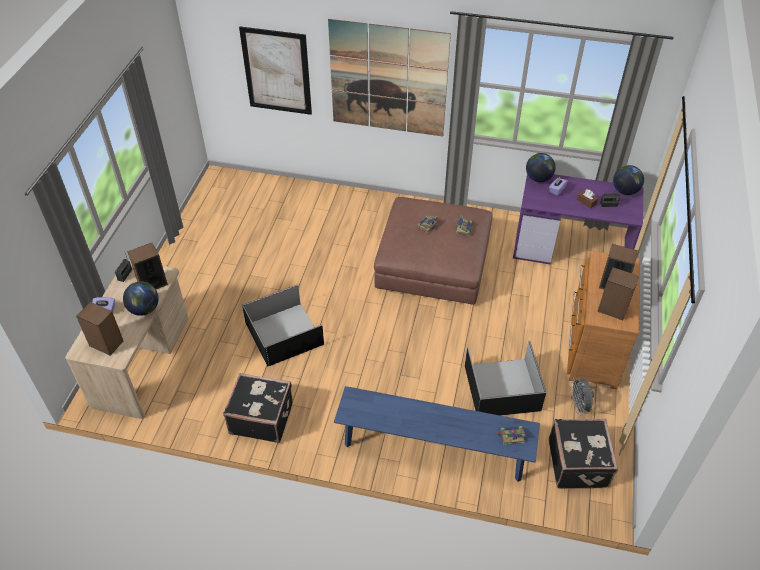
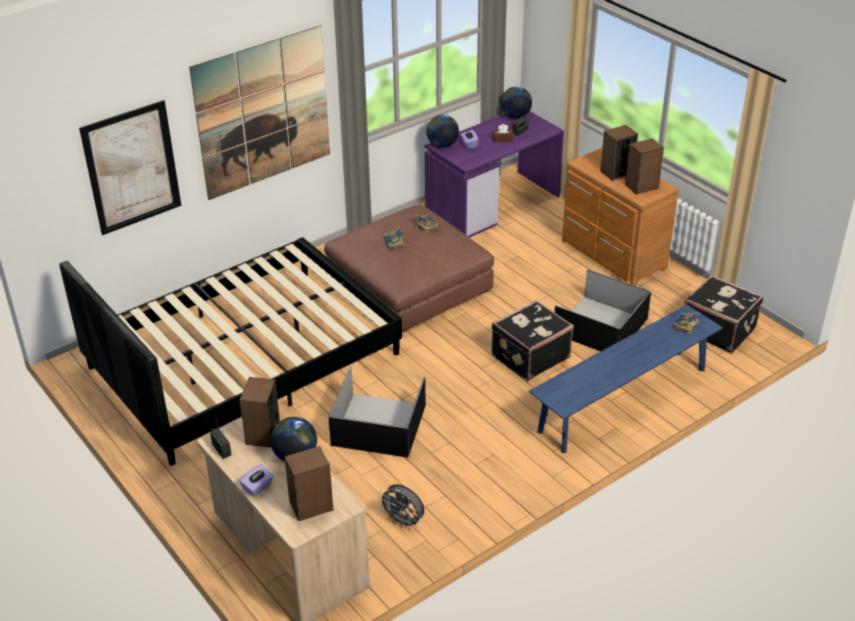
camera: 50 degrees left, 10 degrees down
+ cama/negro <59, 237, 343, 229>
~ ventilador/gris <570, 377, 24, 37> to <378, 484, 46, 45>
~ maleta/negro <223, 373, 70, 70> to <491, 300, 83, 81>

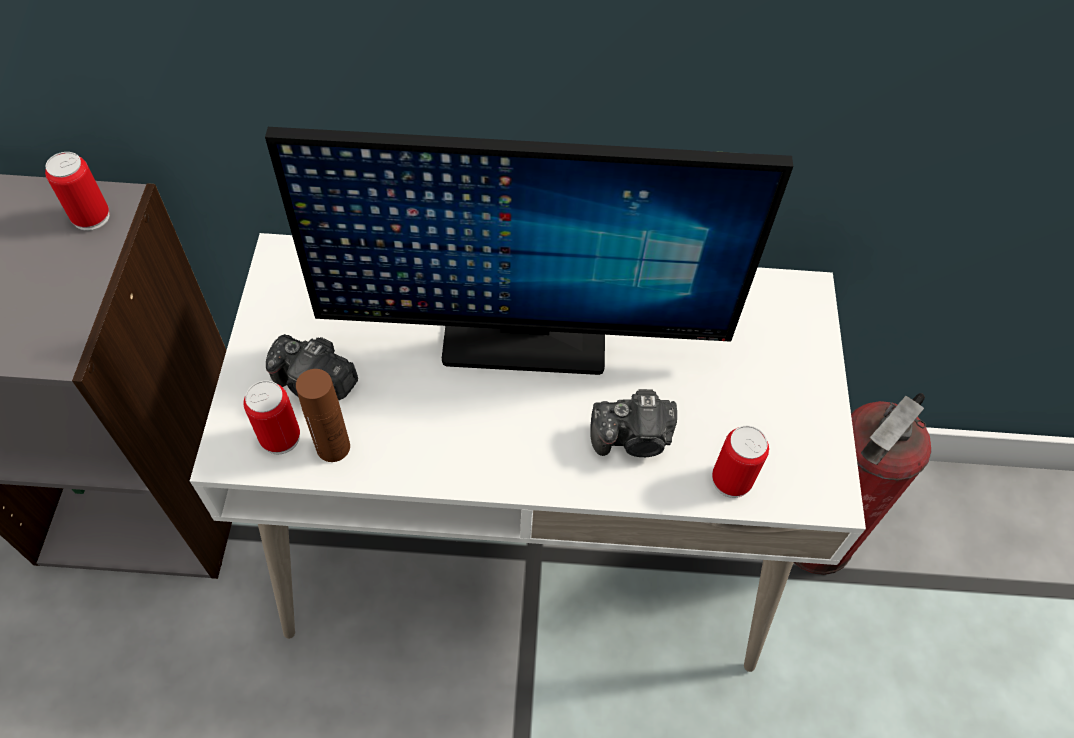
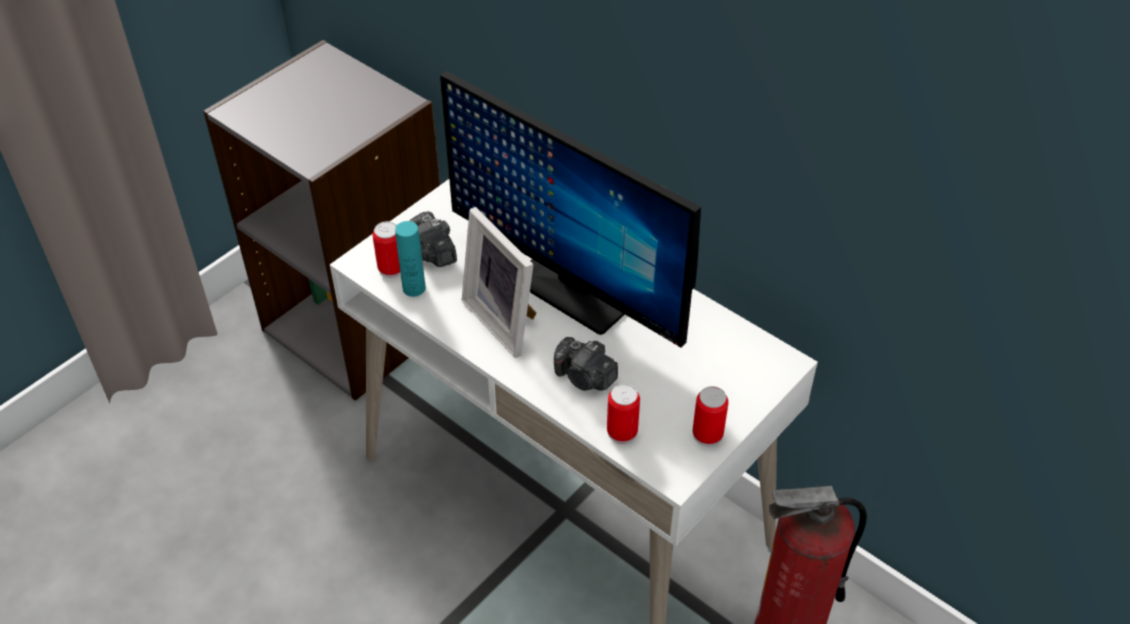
camera: 40 degrees right, 10 degrees down
~ botella/marrón <296, 369, 54, 93> to botella/turquesa <395, 221, 31, 76>
+ portarretratos <462, 207, 75, 151>
~ lata <45, 152, 65, 79> to <693, 386, 35, 60>

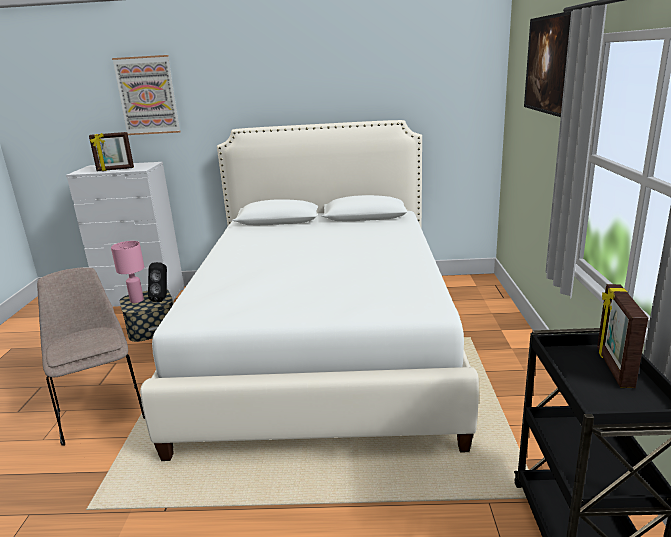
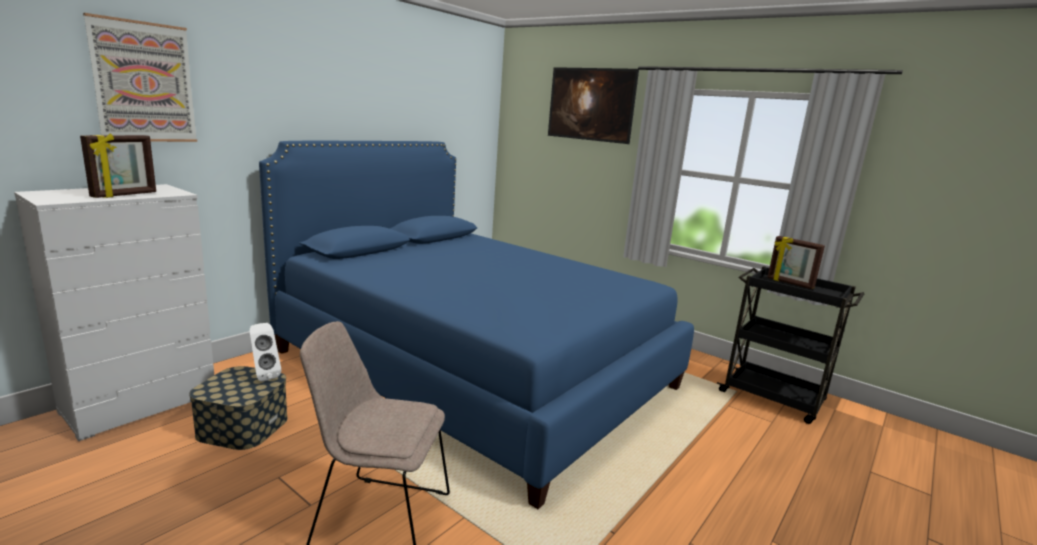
camera: 55 degrees left, 5 degrees down
~ altavoz/negro <148, 262, 19, 40> to altavoz/blanco <250, 323, 31, 59>
~ cama/blanco <140, 120, 339, 341> to cama/azul <259, 141, 435, 368>
- lámpara de mesa/rosa <111, 241, 33, 62>

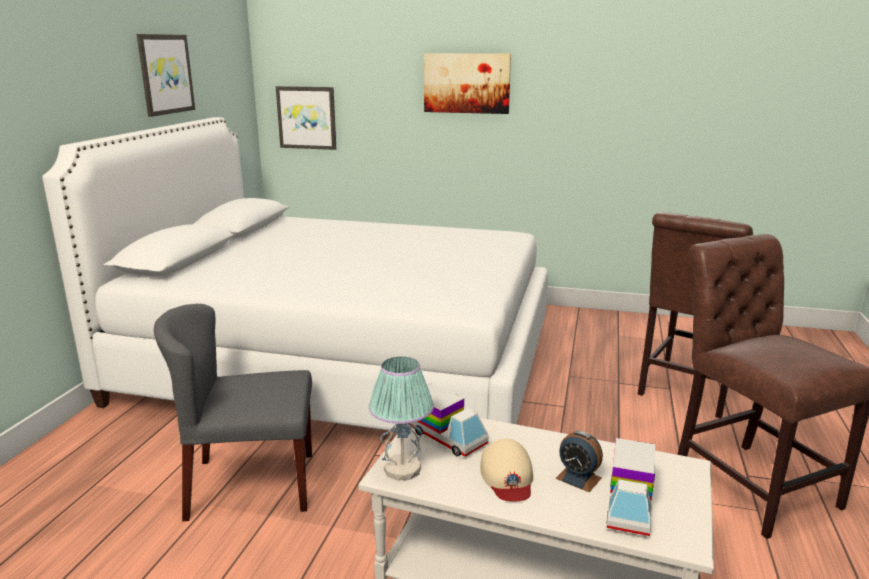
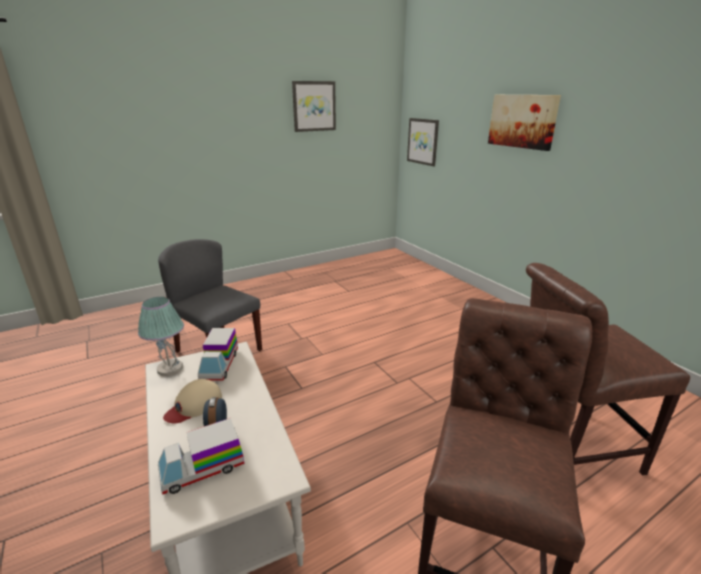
camera: 45 degrees right, 5 degrees up
- cama/blanco <42, 117, 506, 314>

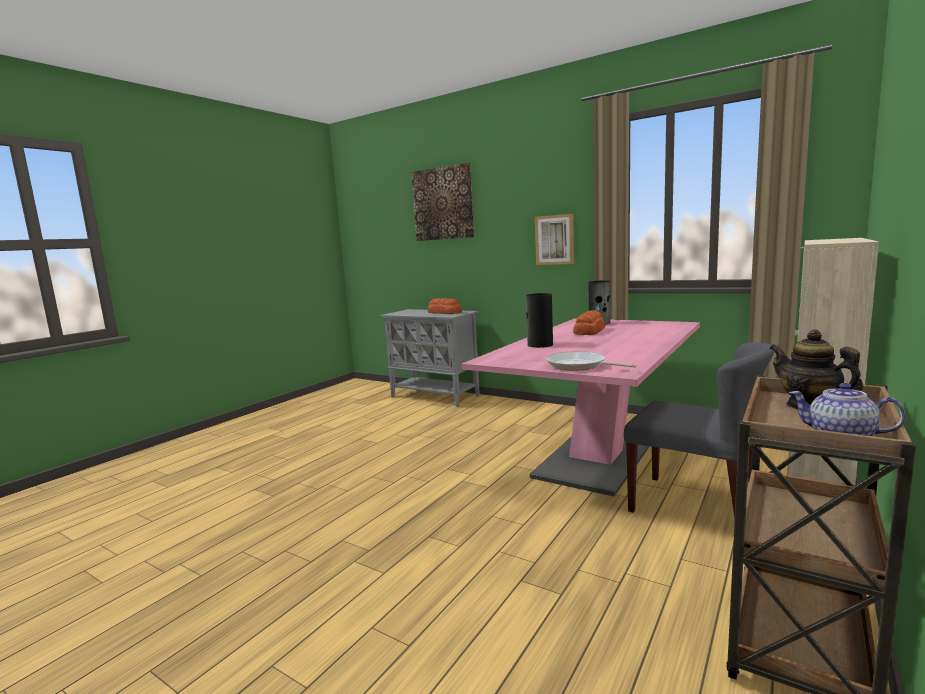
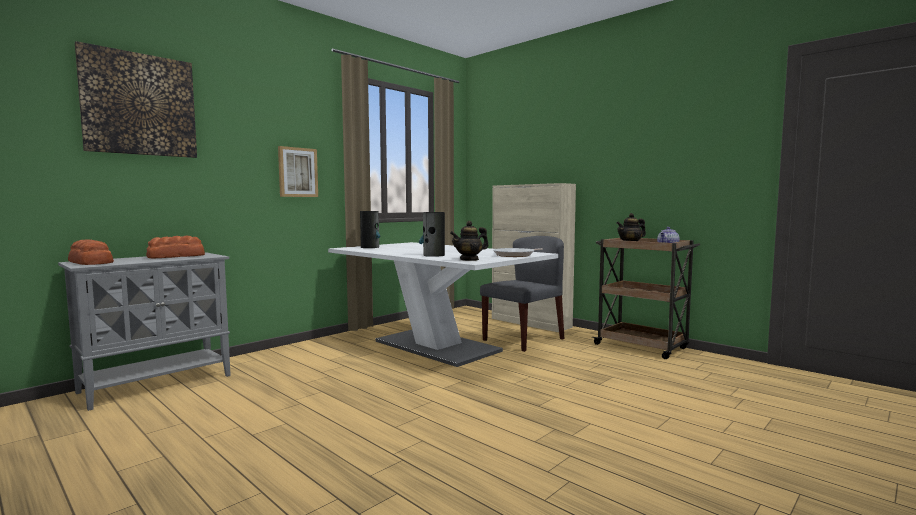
camera: 80 degrees left, 5 degrees down
~ pan <573, 310, 32, 25> to <68, 239, 46, 26>
~ mesa de comedor/rosa <462, 318, 238, 178> to mesa de comedor/blanco <328, 242, 230, 125>
+ tetera <450, 221, 39, 40>

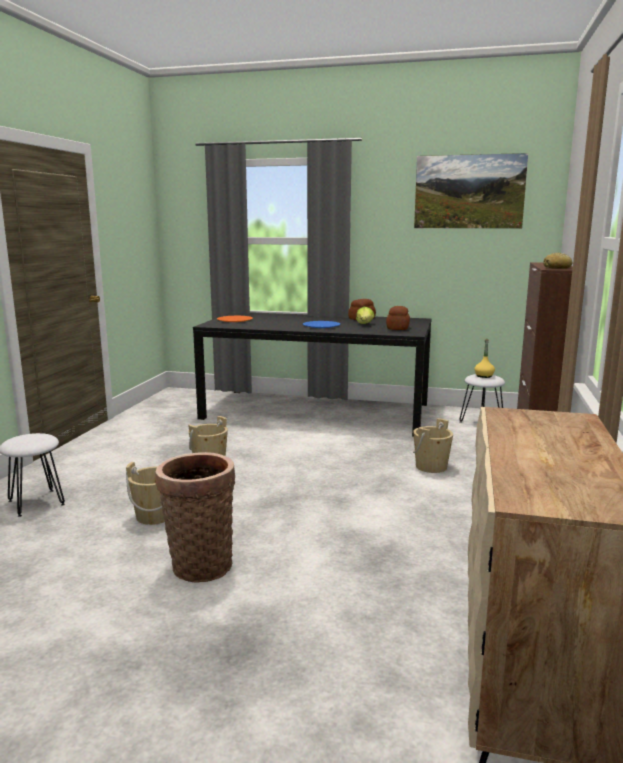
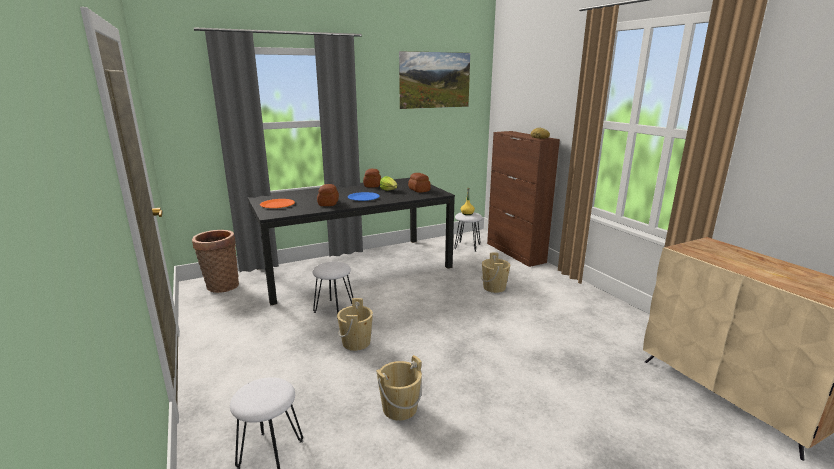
camera: 40 degrees left, 5 degrees up
~ cesta <155, 452, 80, 131> to <192, 230, 47, 63>
+ taburete/blanco <313, 262, 40, 52>
+ pan <317, 184, 22, 22>

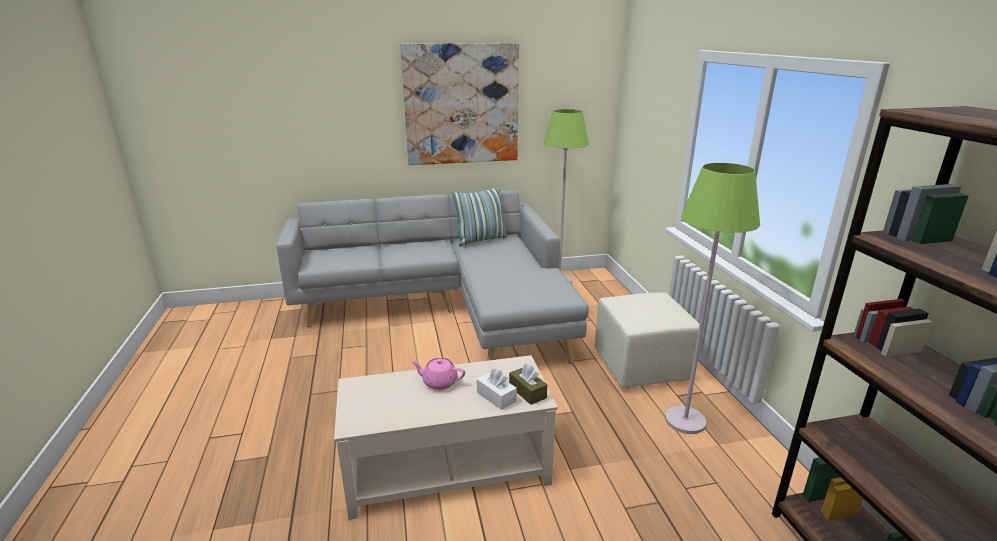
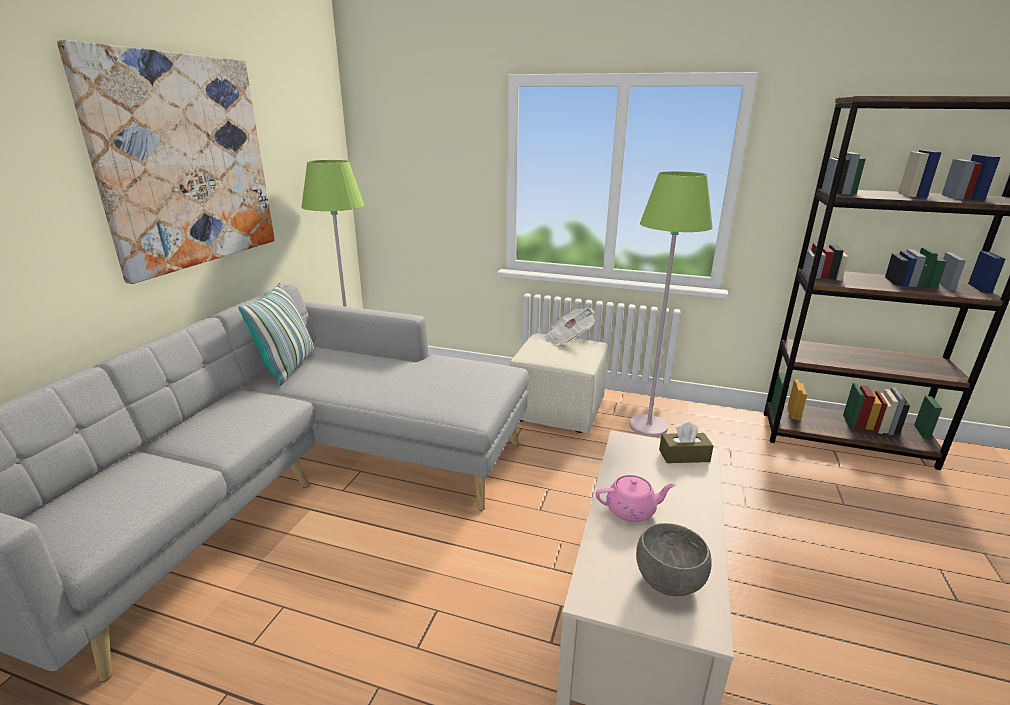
camera: 60 degrees left, 0 degrees up
+ periódico <542, 308, 53, 37>
~ tetera/rosa <411, 358, 54, 32> = <596, 475, 79, 47> 135 degrees counterclockwise
+ cuenco/gris <636, 523, 76, 73>
- caja de pañuelos/blanco <477, 369, 40, 41>

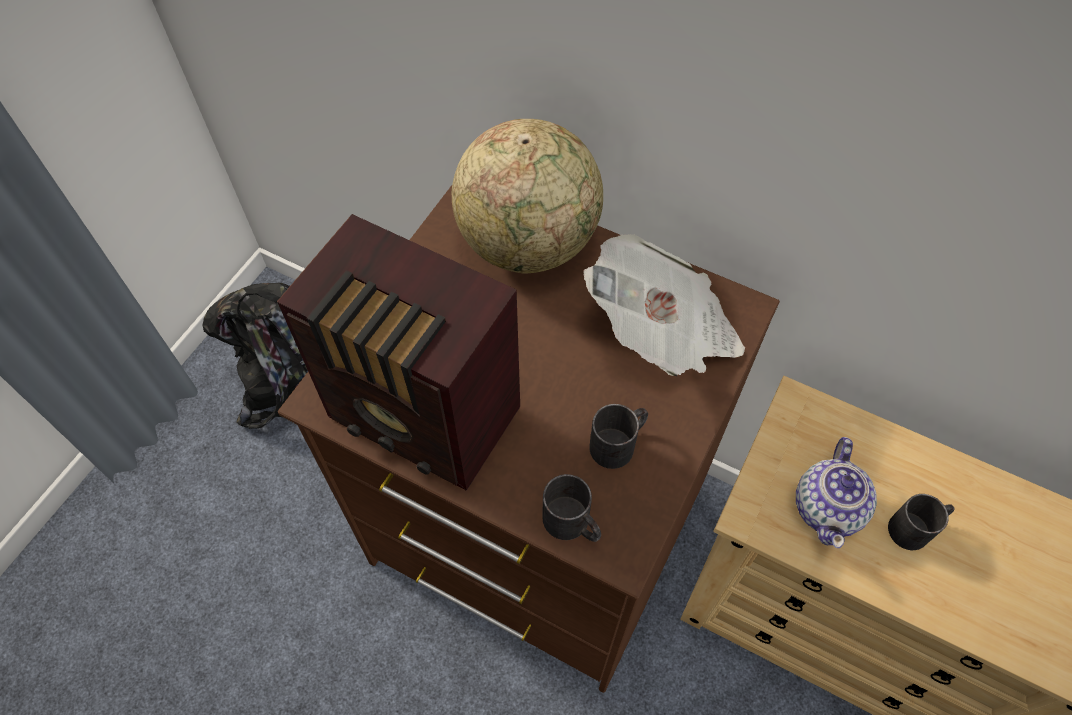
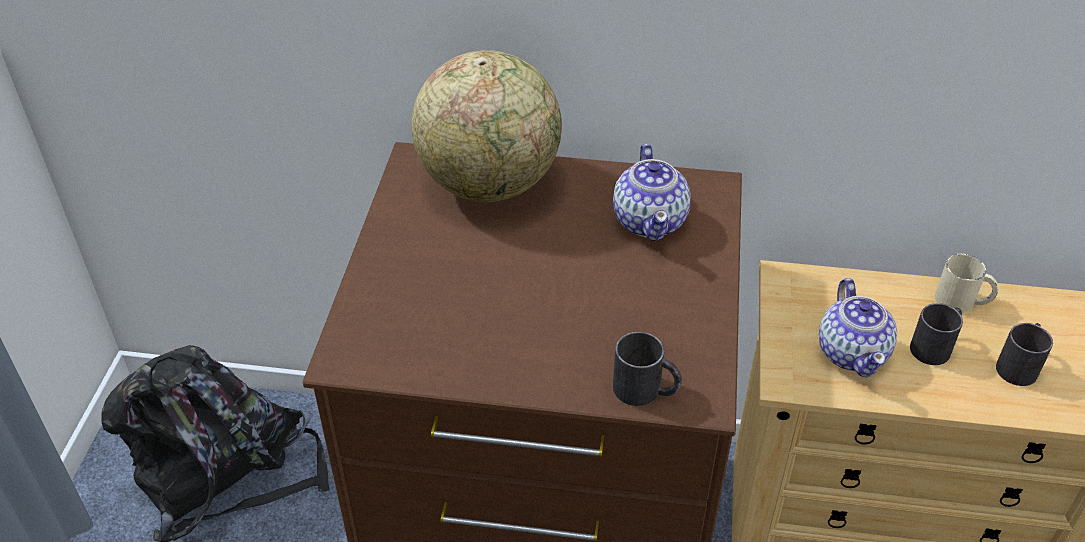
camera: 20 degrees left, 15 degrees down
~ periódico <584, 234, 161, 142> to tetera <613, 144, 78, 97>
+ taza grande/beis <935, 254, 63, 59>
~ taza grande/negro <589, 404, 59, 65> to <996, 323, 57, 63>
- radio <277, 214, 243, 277>

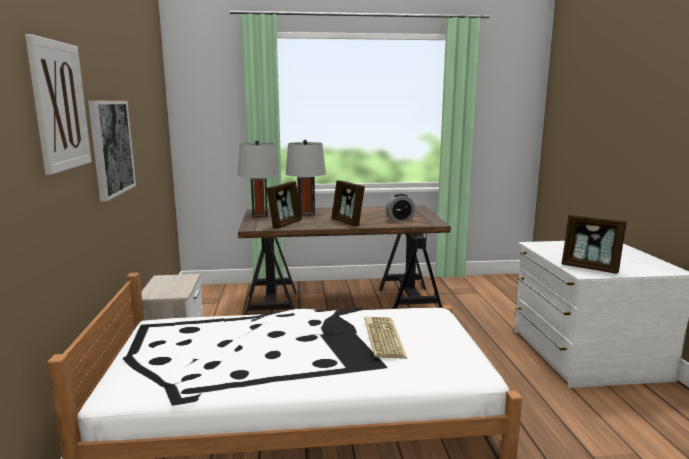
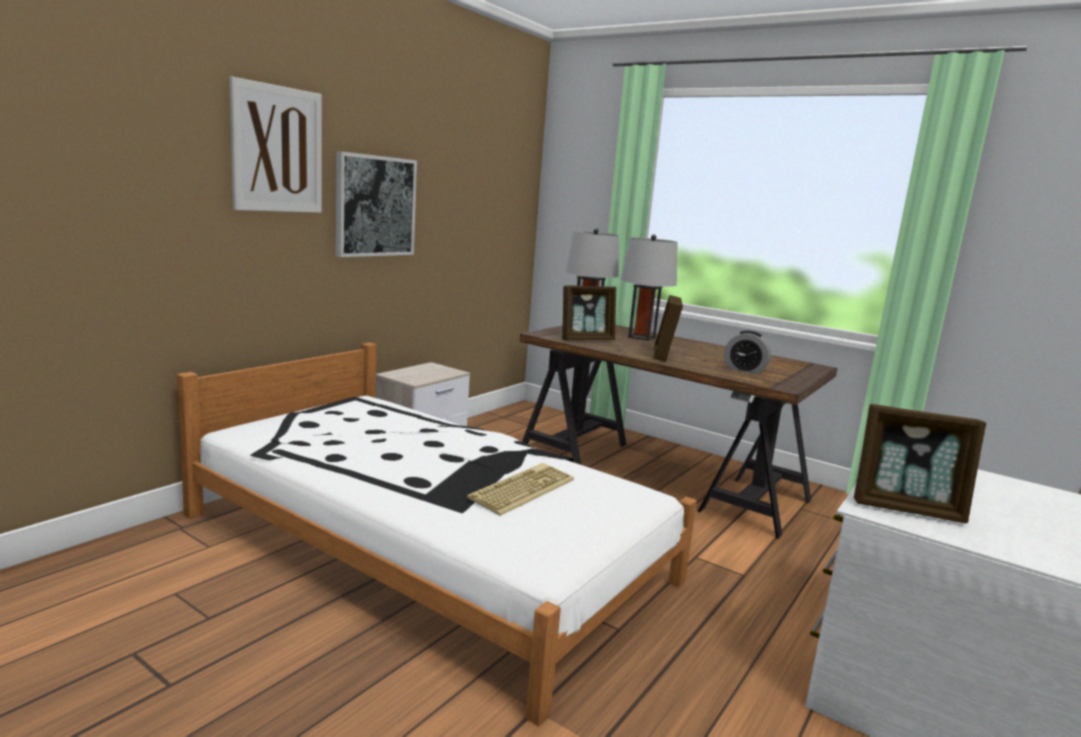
camera: 40 degrees right, 0 degrees up
~ portarretratos <562, 215, 65, 59> = <854, 404, 132, 119> 60 degrees counterclockwise

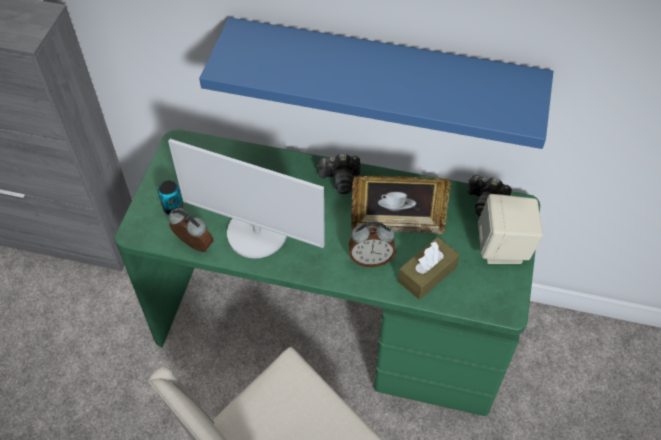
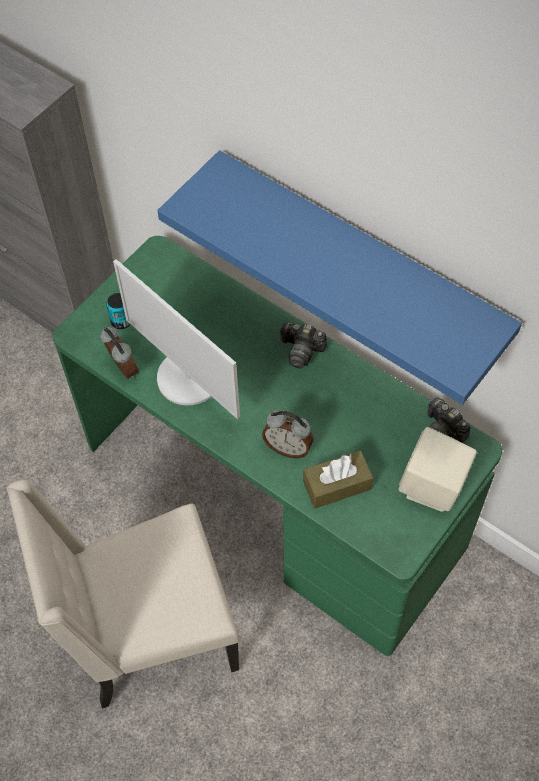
camera: 25 degrees right, 5 degrees up
- portarretratos <351, 176, 100, 59>

